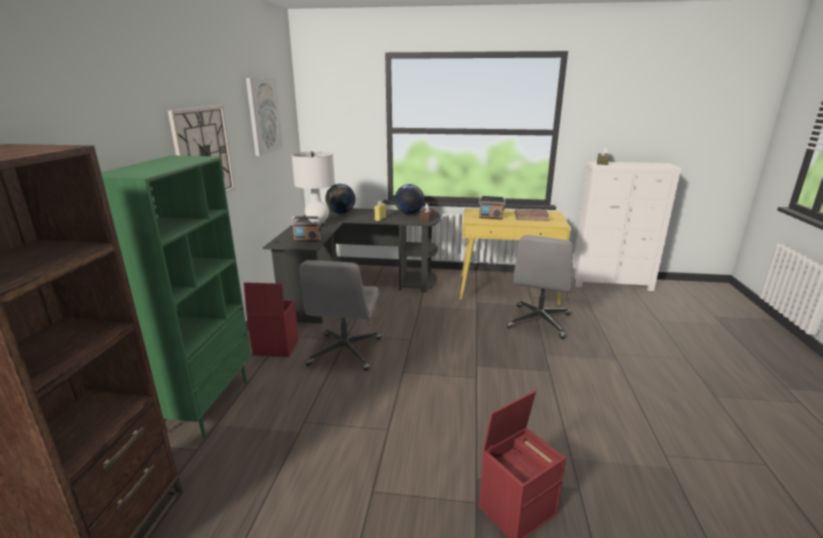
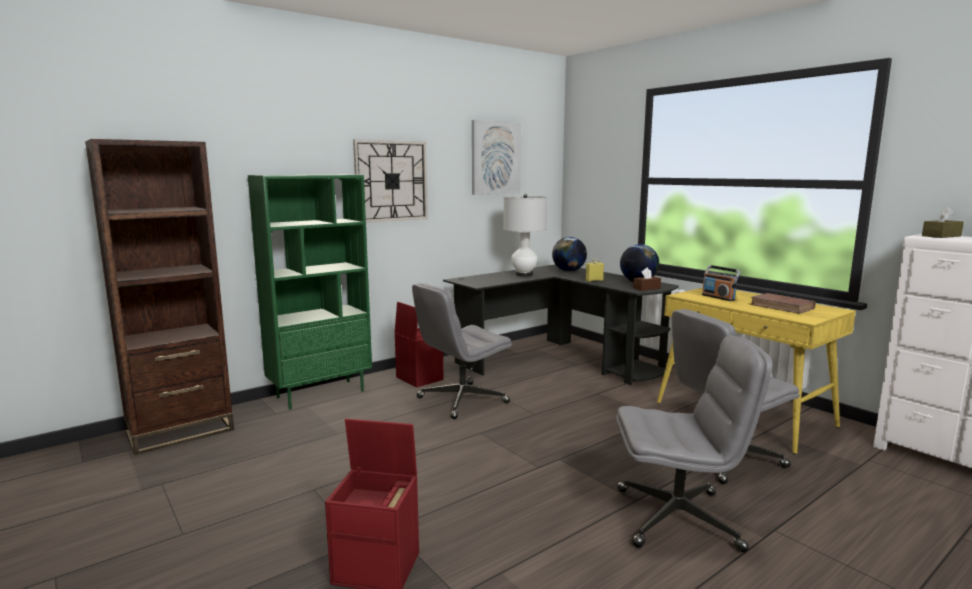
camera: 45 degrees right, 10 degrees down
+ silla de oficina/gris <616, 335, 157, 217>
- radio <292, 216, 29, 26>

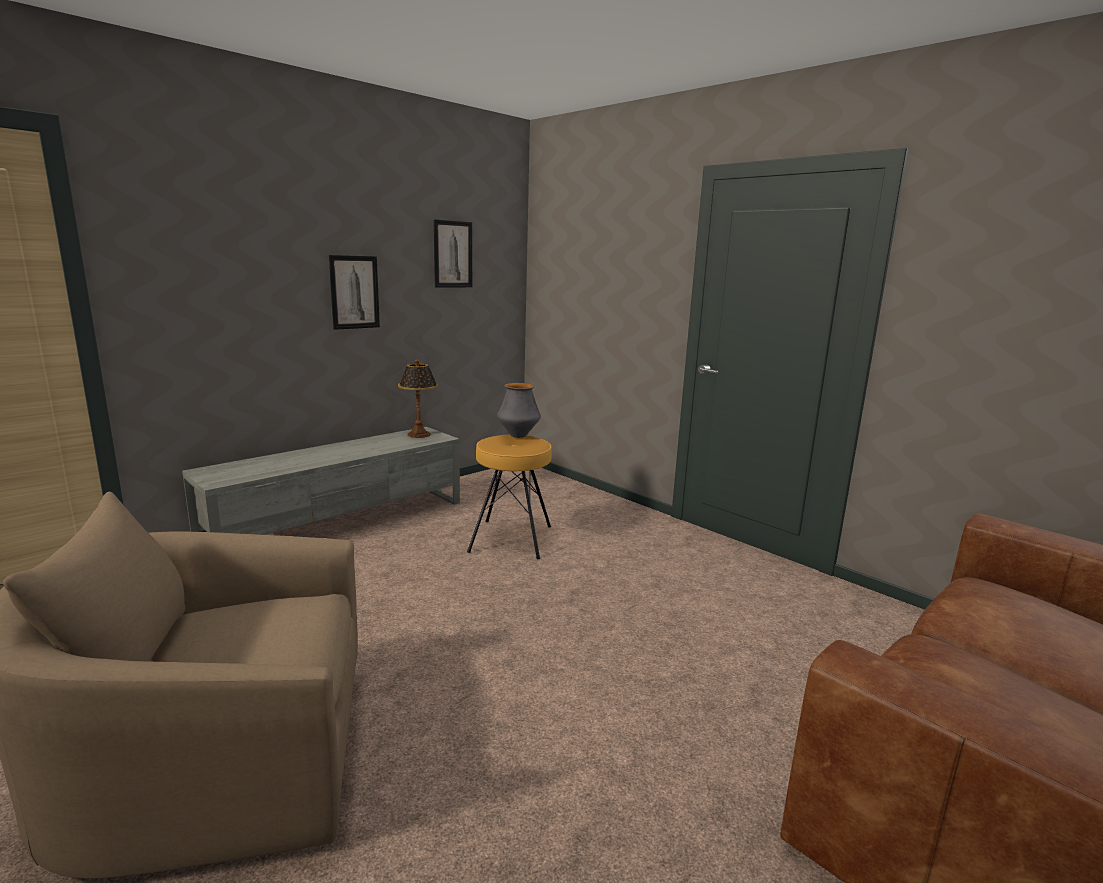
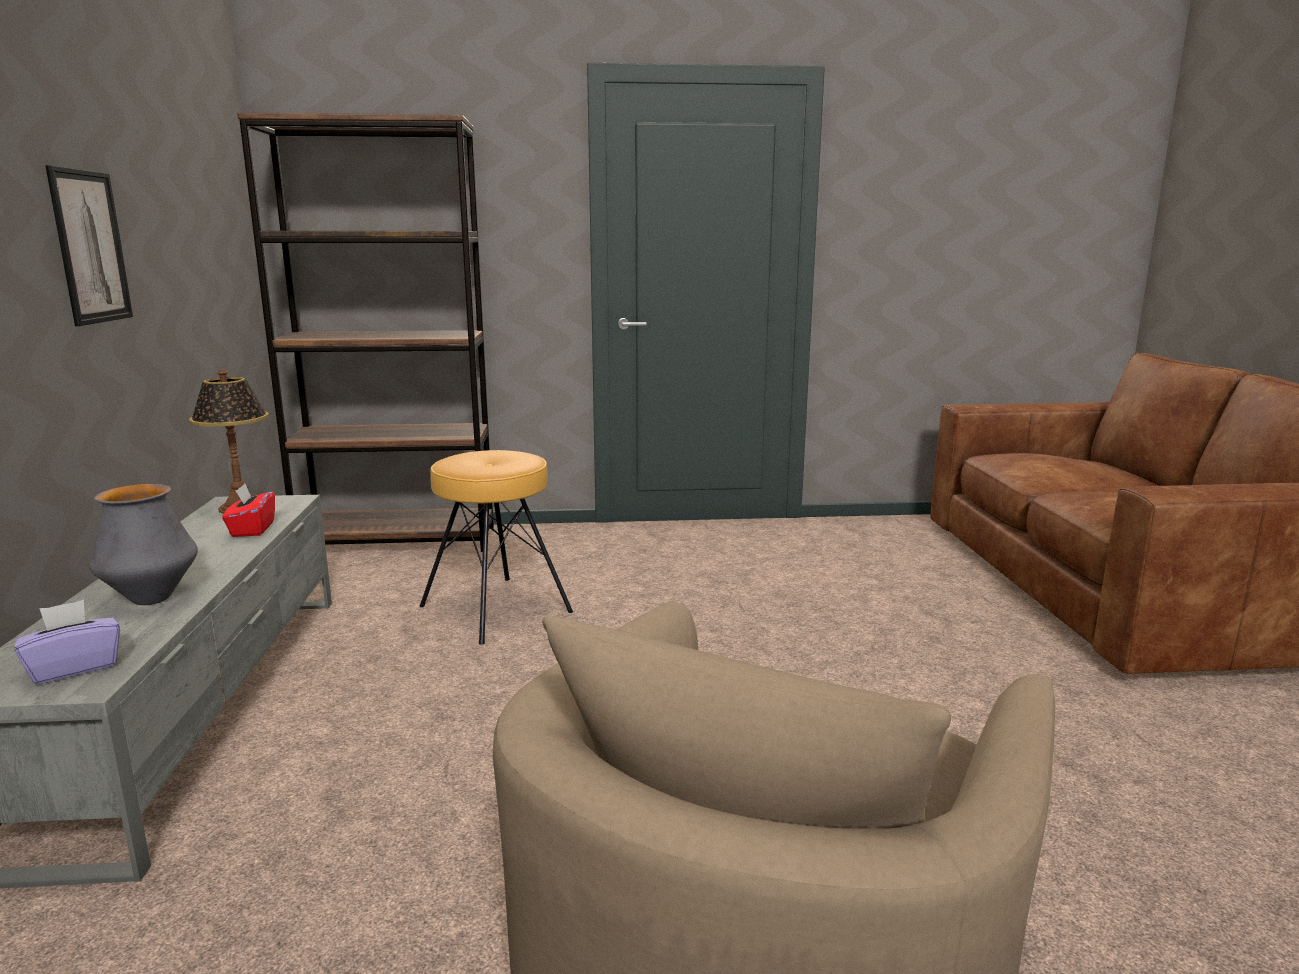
camera: 50 degrees left, 0 degrees up
+ caja de pañuelos/morado <15, 600, 105, 85>
~ florero <497, 383, 44, 55> to <88, 484, 110, 121>
+ caja de pañuelos/rojo <222, 484, 53, 53>
+ estantería/marrón <237, 112, 257, 440>
- cuadro <434, 219, 38, 69>

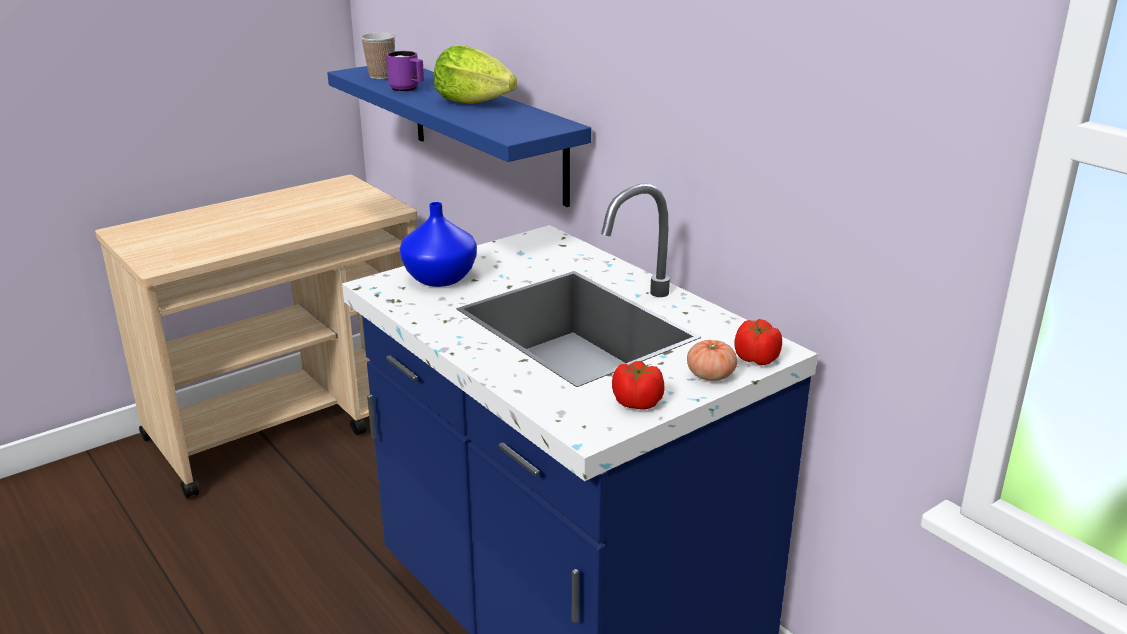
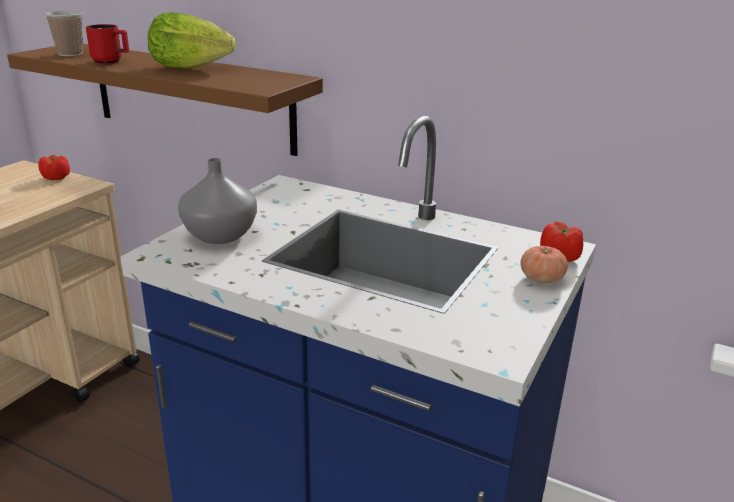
camera: 25 degrees left, 0 degrees up
~ estante/azul <327, 66, 264, 141> to estante/marrón <7, 44, 316, 112>
~ tomate <612, 361, 52, 48> to <38, 155, 32, 25>
~ taza grande/morado <386, 51, 38, 41> to taza grande/rojo <86, 24, 43, 40>
~ florero/azul <400, 202, 77, 85> to florero/gris <178, 158, 79, 86>

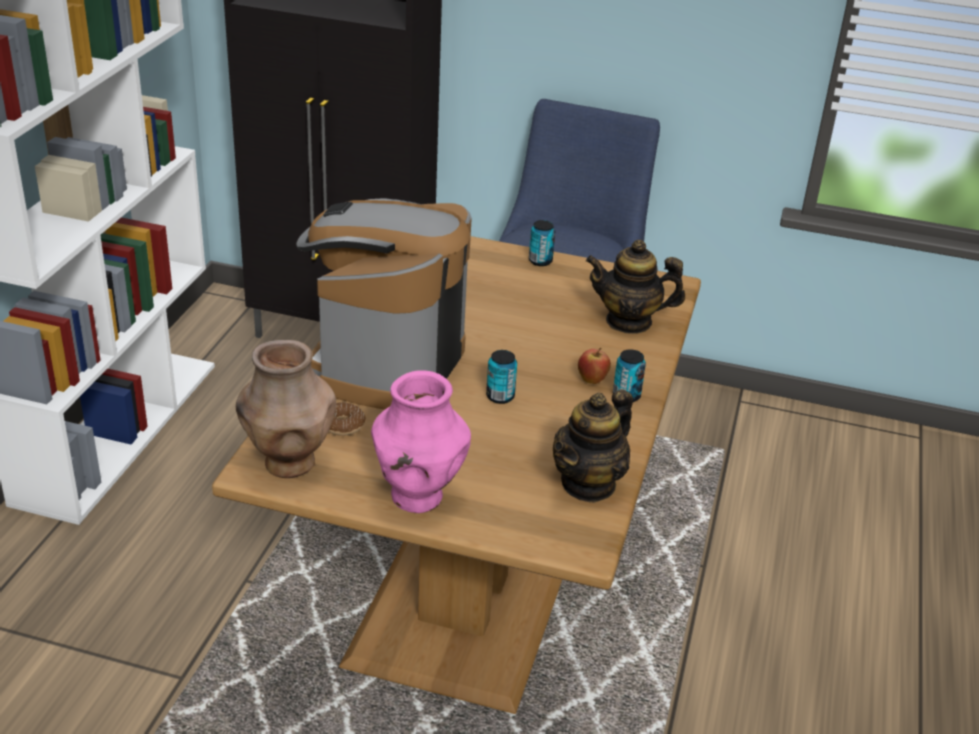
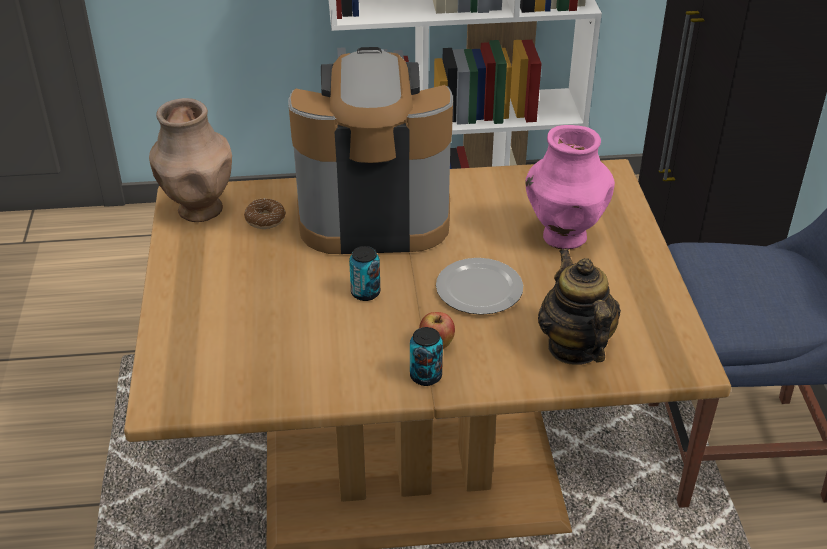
camera: 70 degrees right, 5 degrees up
+ plato <436, 258, 87, 57>
~ florero/rosa <371, 370, 100, 143> to <525, 125, 90, 125>
- lata <529, 220, 26, 46>
- tetera <553, 389, 80, 114>

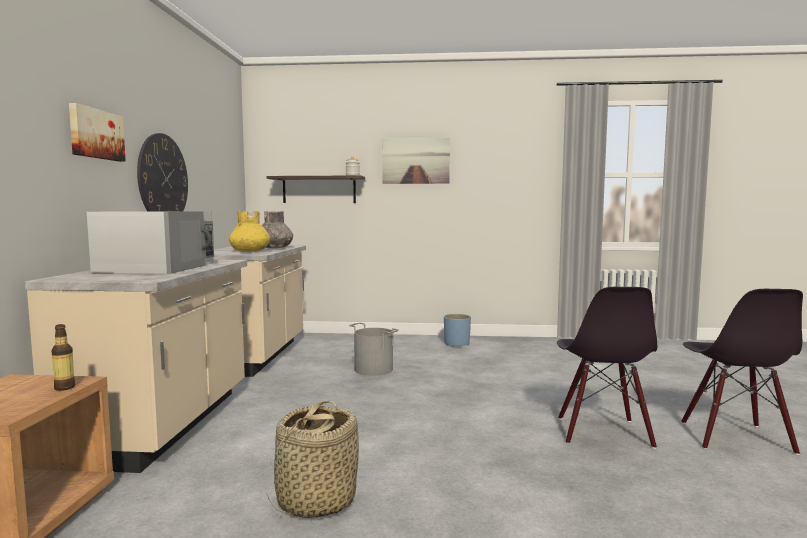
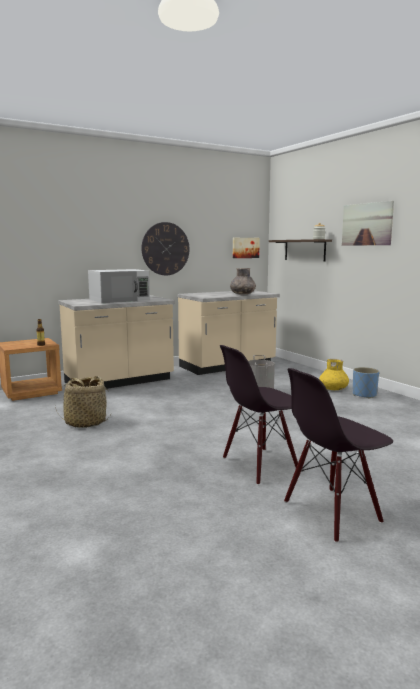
camera: 55 degrees right, 5 degrees up
~ cuadro <69, 103, 57, 59> to <233, 238, 27, 20>
~ florero/amarillo <229, 211, 41, 41> to <319, 359, 30, 31>

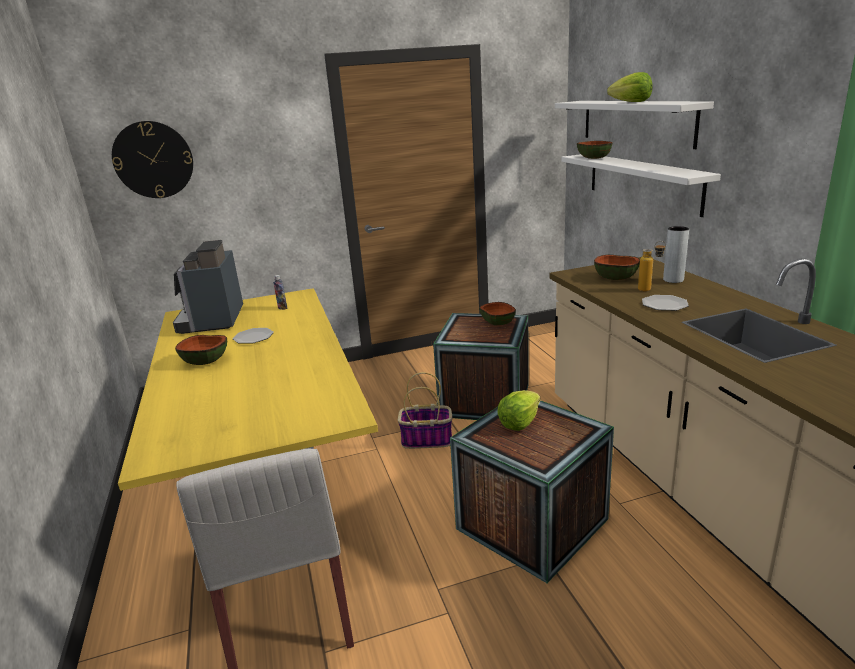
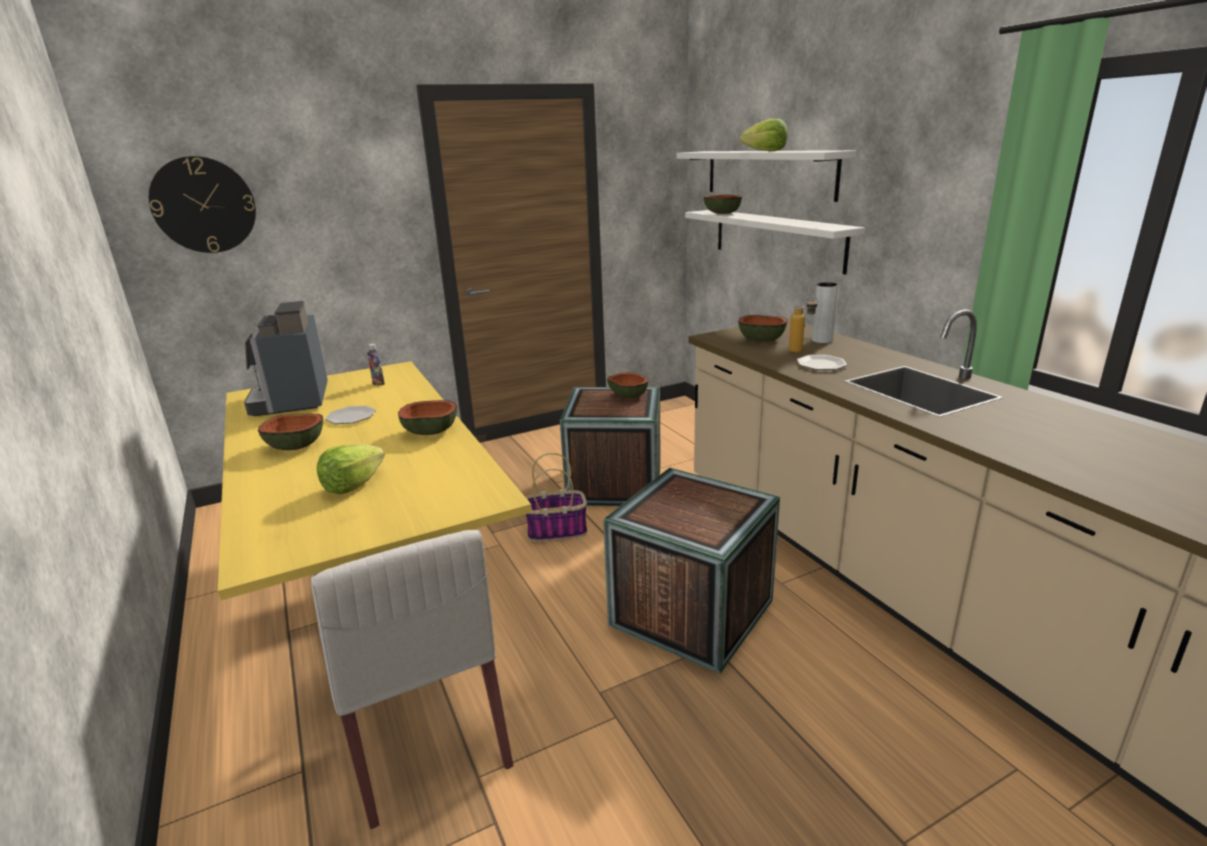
camera: 10 degrees left, 0 degrees up
~ lechuga <497, 390, 43, 41> to <317, 444, 68, 50>
+ cuenco <398, 400, 59, 35>

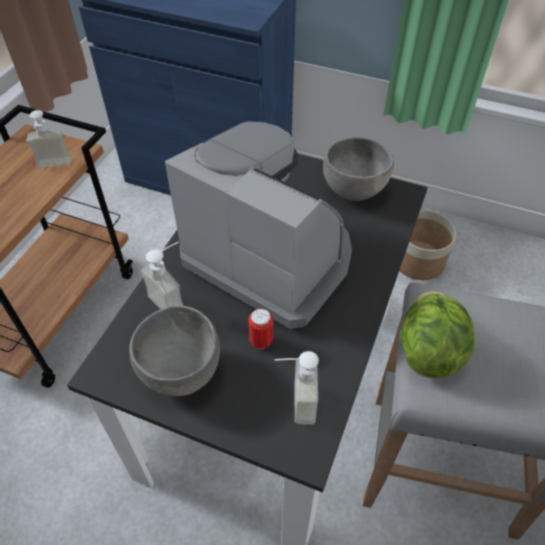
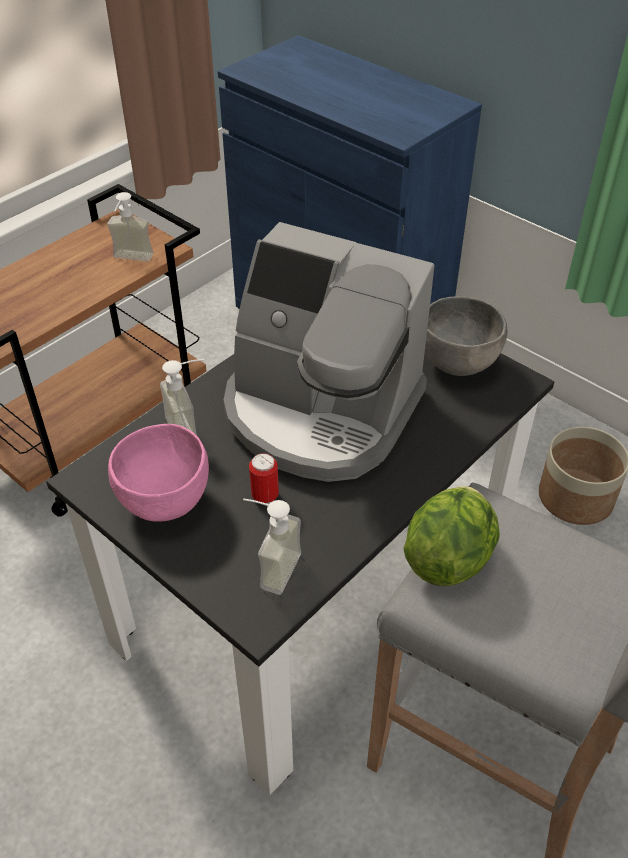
camera: 20 degrees right, 5 degrees down
~ cuenco/gris <129, 305, 91, 91> to cuenco/rosa <108, 424, 101, 98>
~ cafetera <165, 121, 187, 208> = <224, 222, 211, 260> 150 degrees clockwise

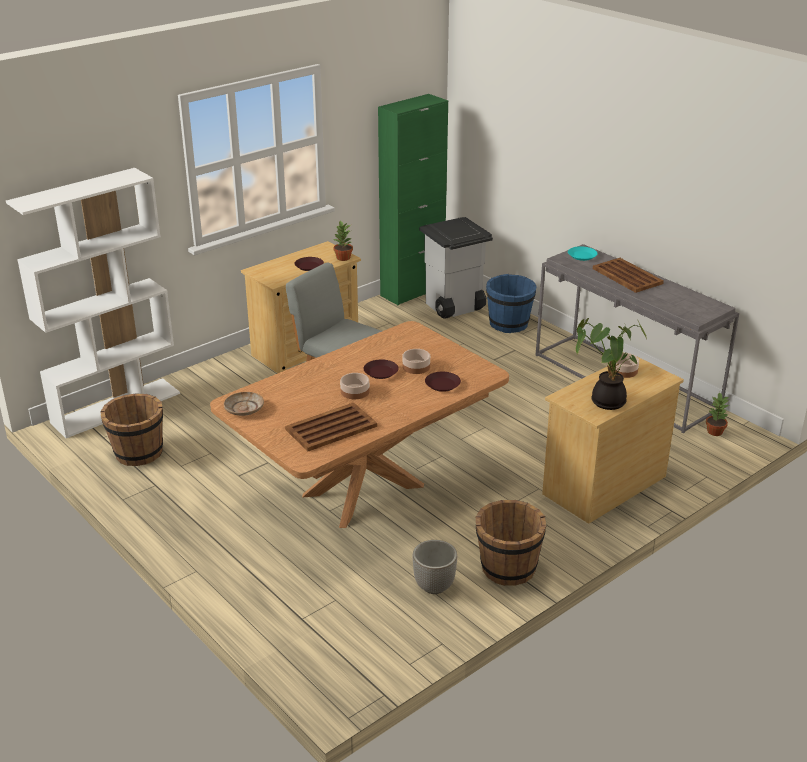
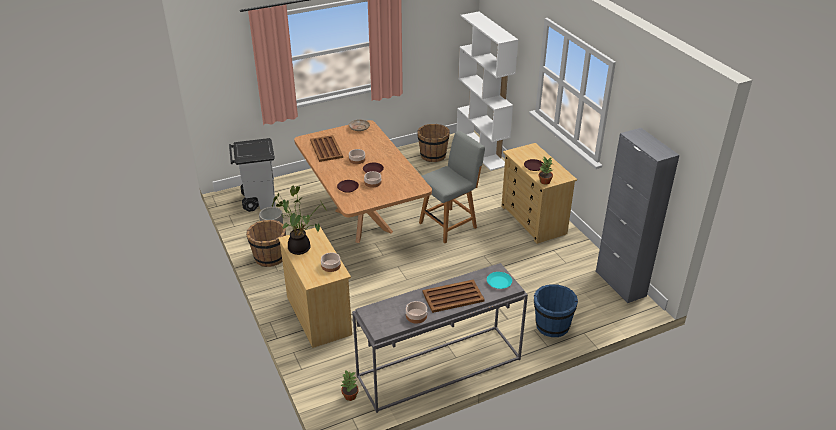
camera: 105 degrees right, 5 degrees up
~ papelera/gris <419, 217, 74, 101> to <229, 138, 47, 74>
+ cuenco <406, 301, 21, 22>
~ armario/verde <378, 94, 70, 211> to armario/gris <596, 128, 83, 175>

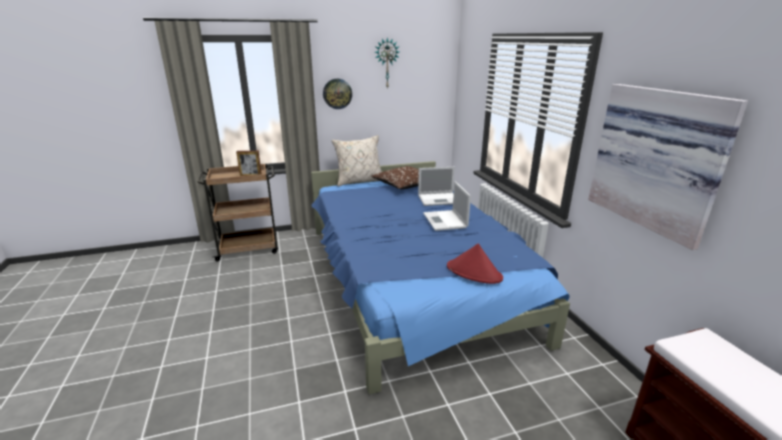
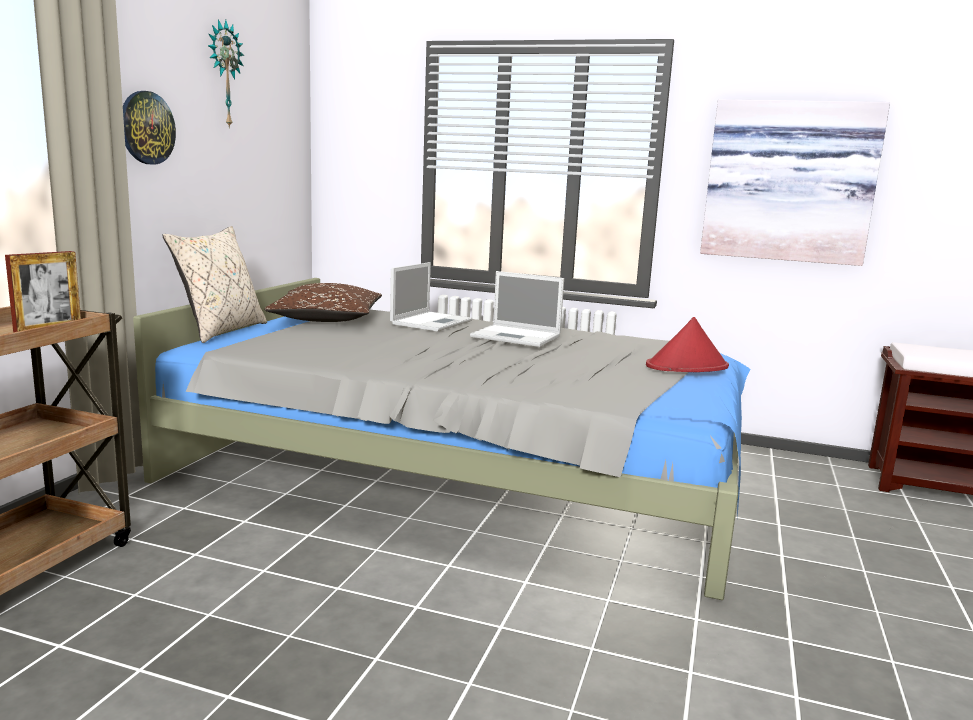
camera: 55 degrees left, 10 degrees down
~ cama/azul <311, 161, 259, 233> to cama/gris <133, 278, 617, 322>

